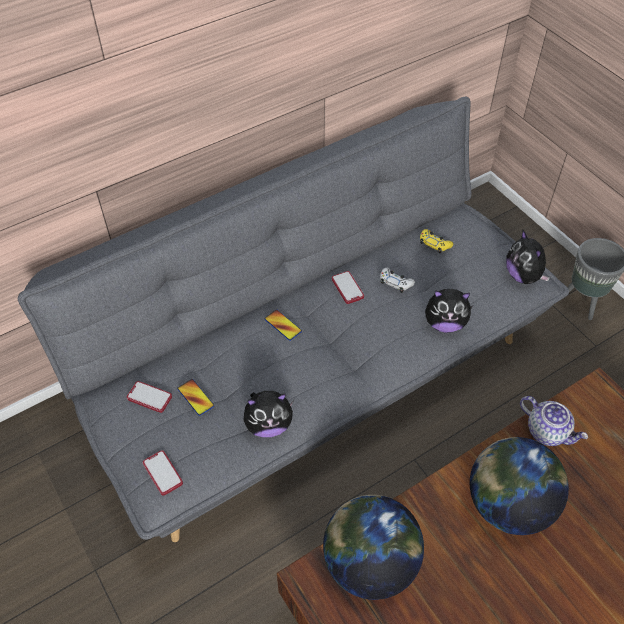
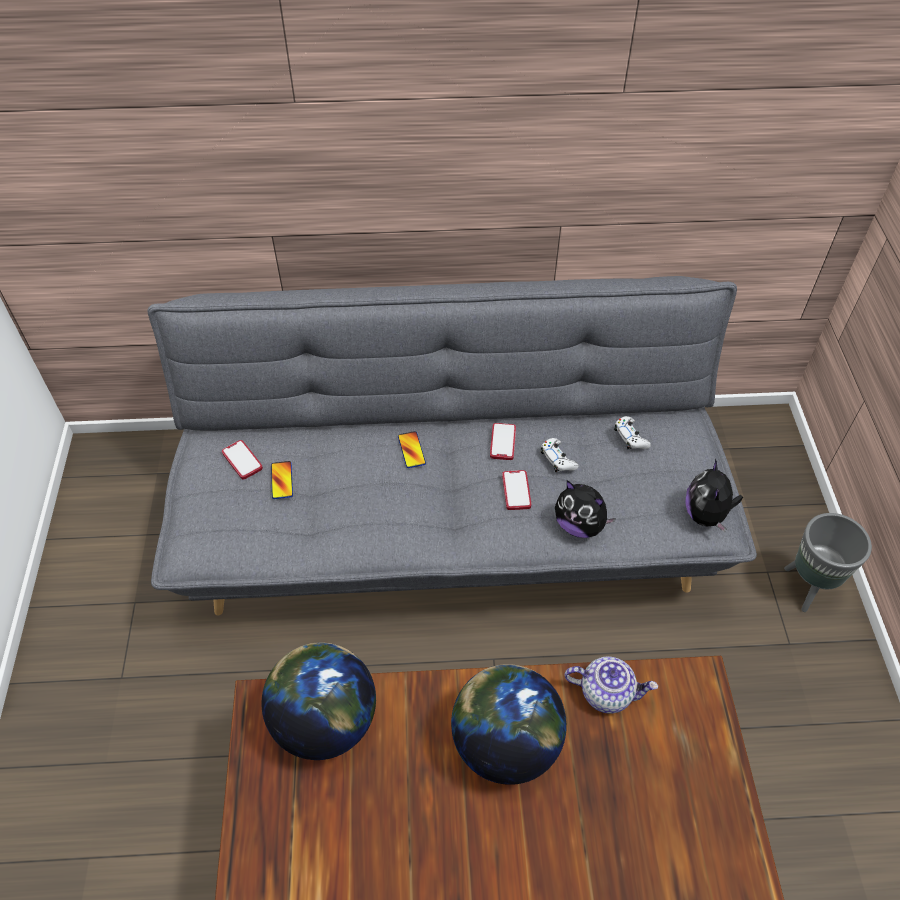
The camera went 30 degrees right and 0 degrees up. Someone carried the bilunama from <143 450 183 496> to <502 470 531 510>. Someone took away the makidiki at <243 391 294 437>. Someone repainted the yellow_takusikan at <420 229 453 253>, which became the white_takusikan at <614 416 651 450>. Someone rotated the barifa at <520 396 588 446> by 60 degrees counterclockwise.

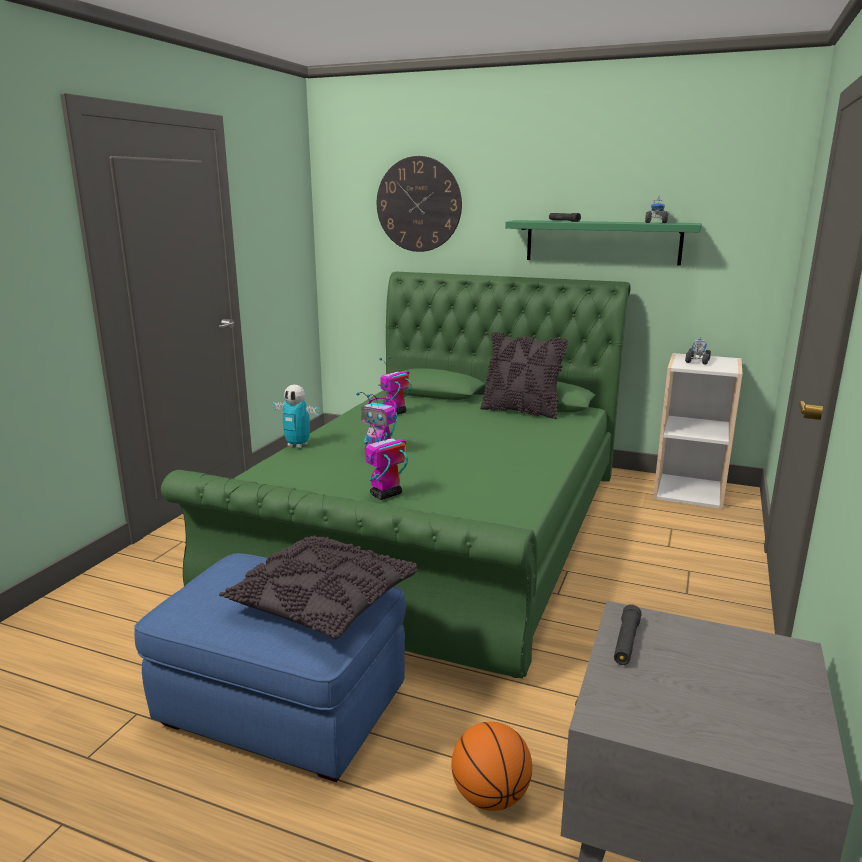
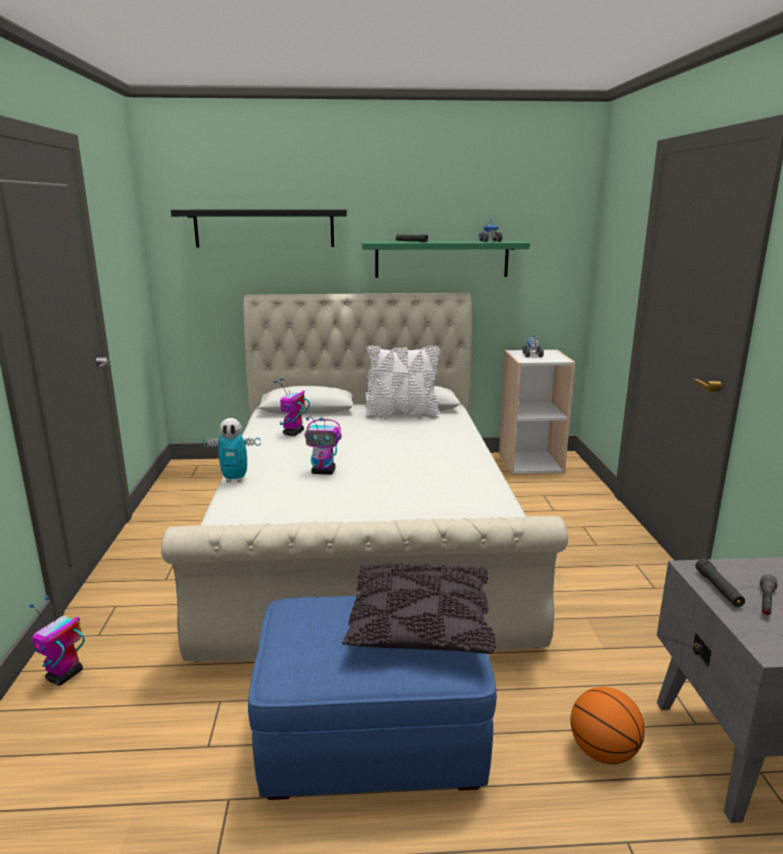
The camera went 25 degrees left and 0 degrees up. Someone repainted the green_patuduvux at <161 272 631 678>, which became the beige_patuduvux at <161 293 568 662>. Someone carried the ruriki from <365 417 408 500> to <29 596 85 686>. Someone swapped the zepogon at <377 156 462 252> for the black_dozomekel at <171 210 347 247>. Someone repainted the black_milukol at <480 332 568 419>, which became the white_milukol at <366 345 439 418>. Someone put down the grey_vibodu at <760 574 777 615>.

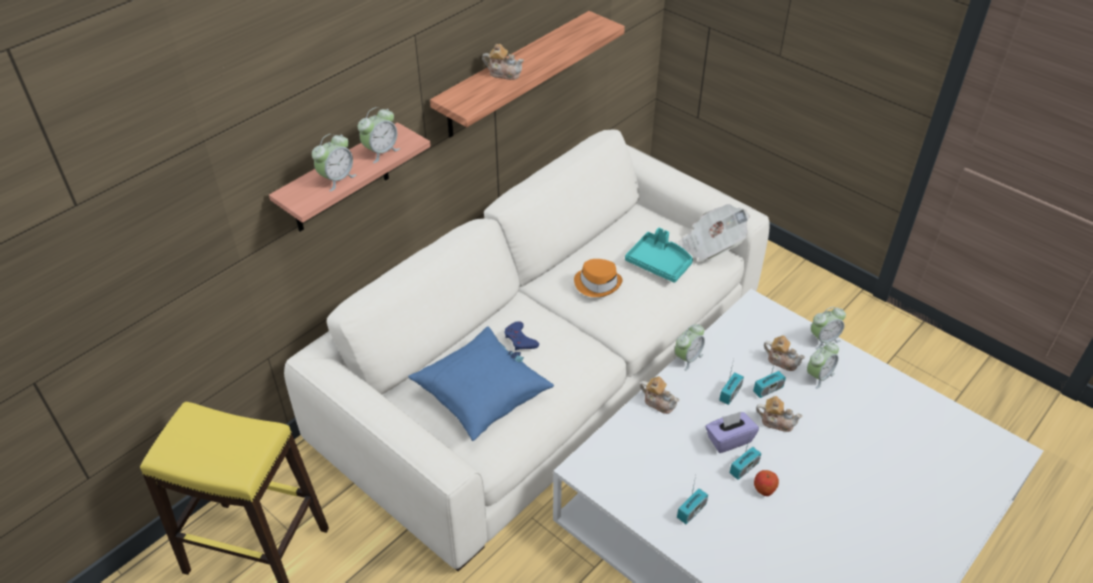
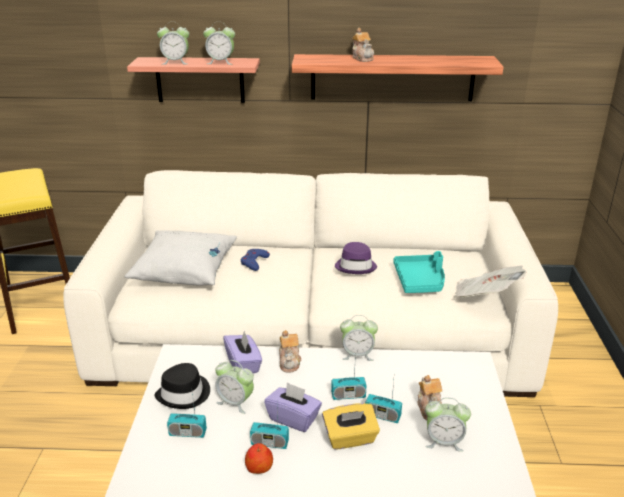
The camera went 50 degrees right and 15 degrees down. Someone repainted the blue_milukol at <408 326 554 441>, which became the grey_milukol at <125 230 237 286>. Someone repainted the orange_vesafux at <574 259 622 297>, which became the purple_vesafux at <335 242 377 274>. Someone swapped the barifa at <756 396 803 432> for the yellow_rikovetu at <322 403 380 450>. Someone carried the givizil from <811 307 846 349> to <215 360 254 414>. Someone put down the black_vesafux at <155 363 210 409>. Someone put down the purple_rikovetu at <223 330 262 373>.

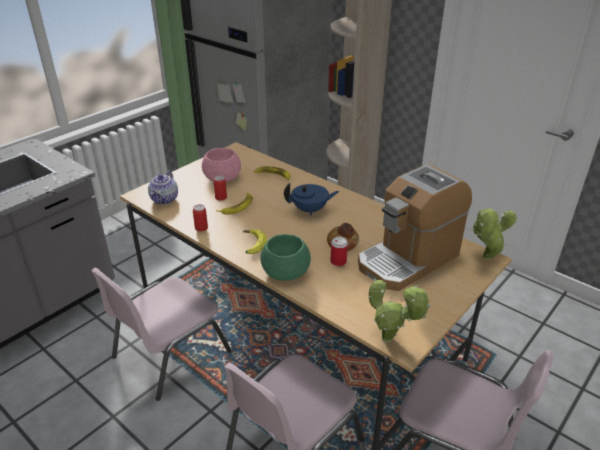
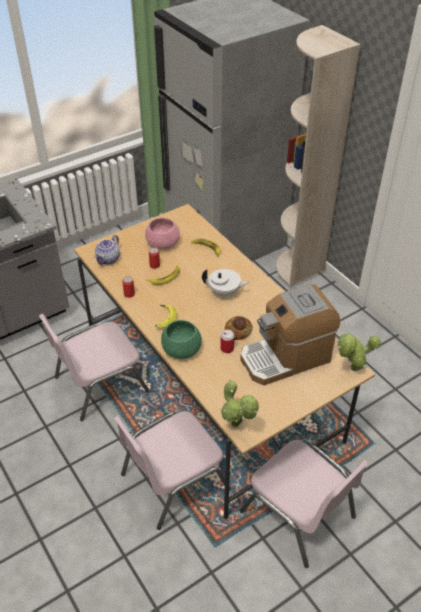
The camera went 15 degrees right and 10 degrees up. Someone repainted the blue_barifa at <284 183 339 216>, which became the white_barifa at <202 269 250 298>.

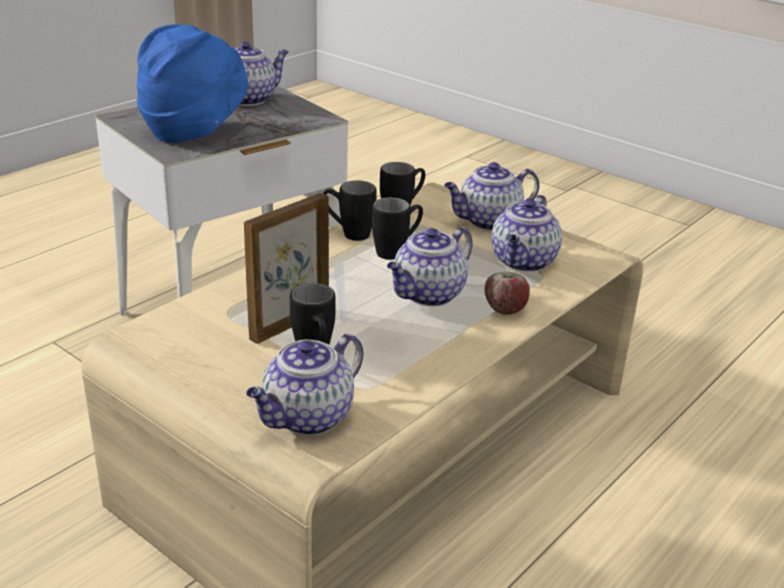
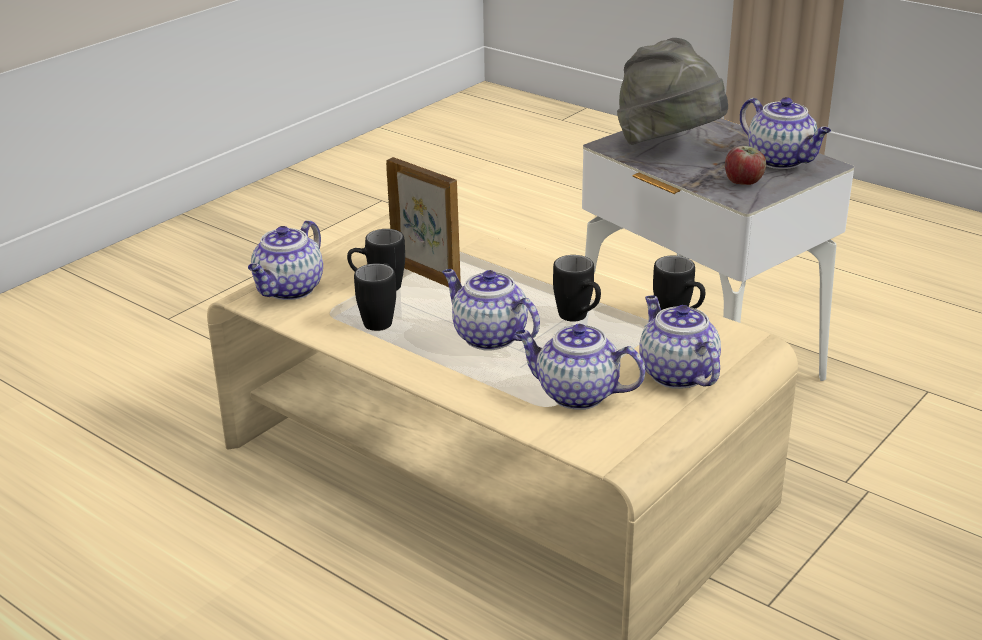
The camera went 90 degrees right and 0 degrees up. Someone repainted the blue_vesafux at <137 24 248 143>, which became the grey_vesafux at <617 38 728 145>. Someone rotated the barifa at <246 333 363 435> by 105 degrees counterclockwise. Someone carried the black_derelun from <323 180 377 241> to <354 263 396 331>. Someone carried the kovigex from <485 272 530 315> to <725 146 766 185>.

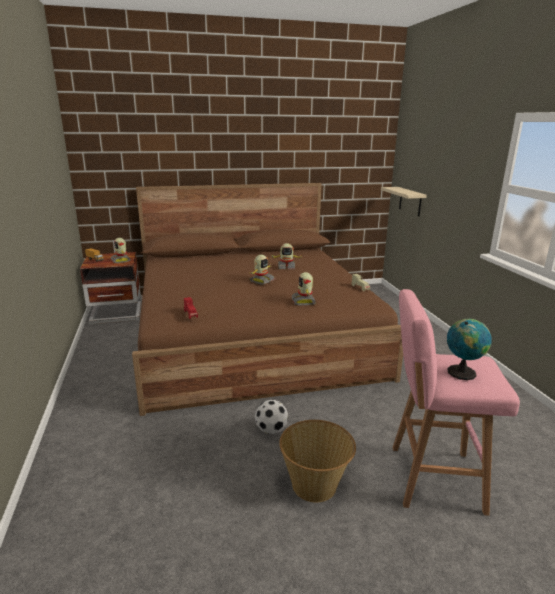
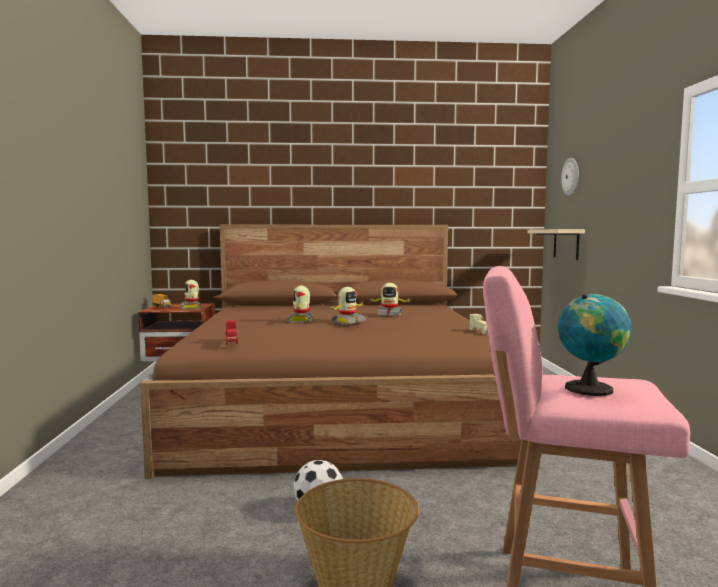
The camera went 10 degrees right and 15 degrees down. Someone carried the ruriki from <291 272 316 305> to <286 286 314 323>. Someone put up the zepogon at <561 158 579 196>.

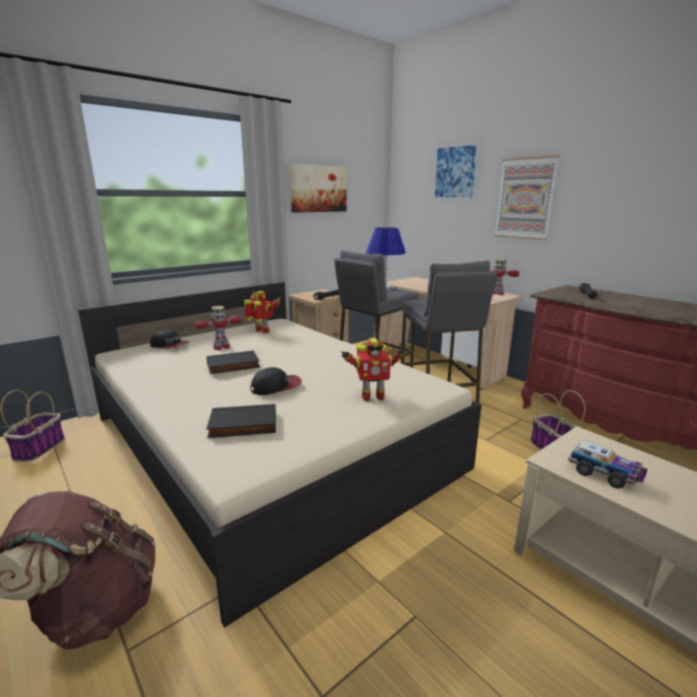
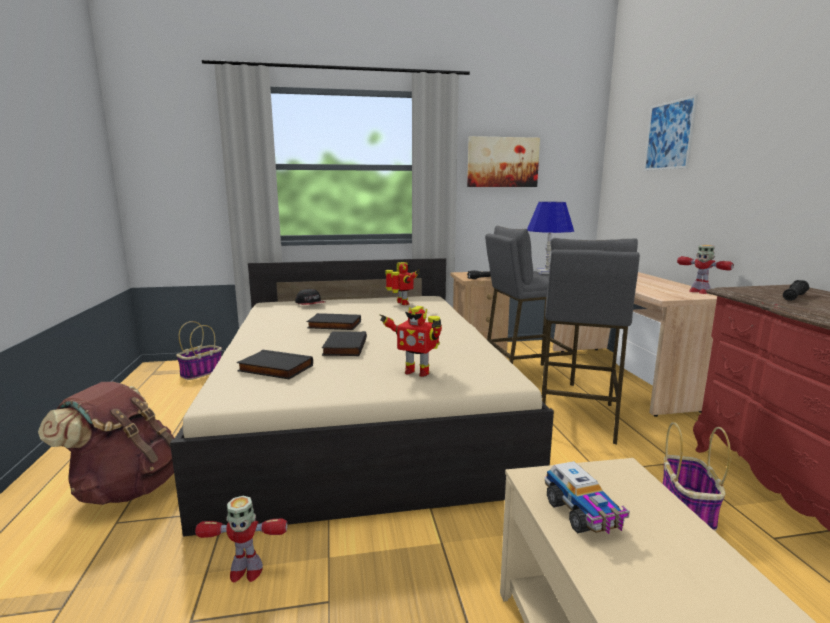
The camera went 30 degrees right and 5 degrees down. Someone carried the ruriki from <194 306 242 350> to <195 496 288 582>. Someone swapped the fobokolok at <250 367 302 395> for the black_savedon at <322 331 367 356>. Someone took away the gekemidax at <494 155 560 240>.

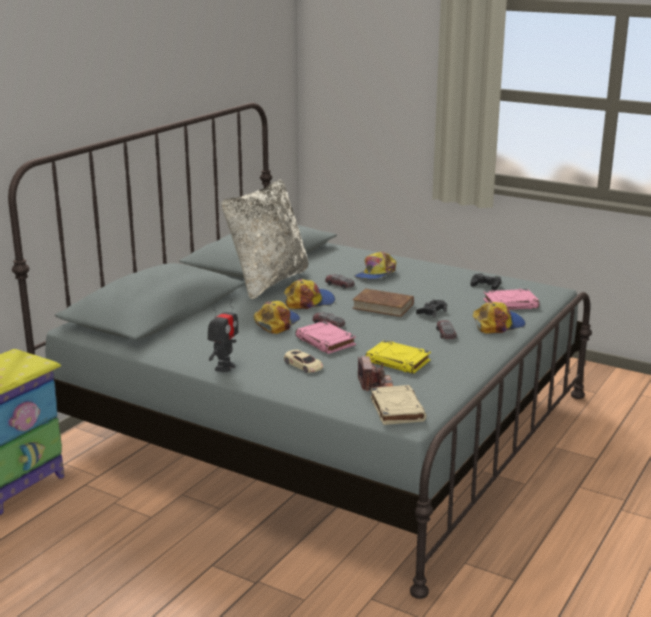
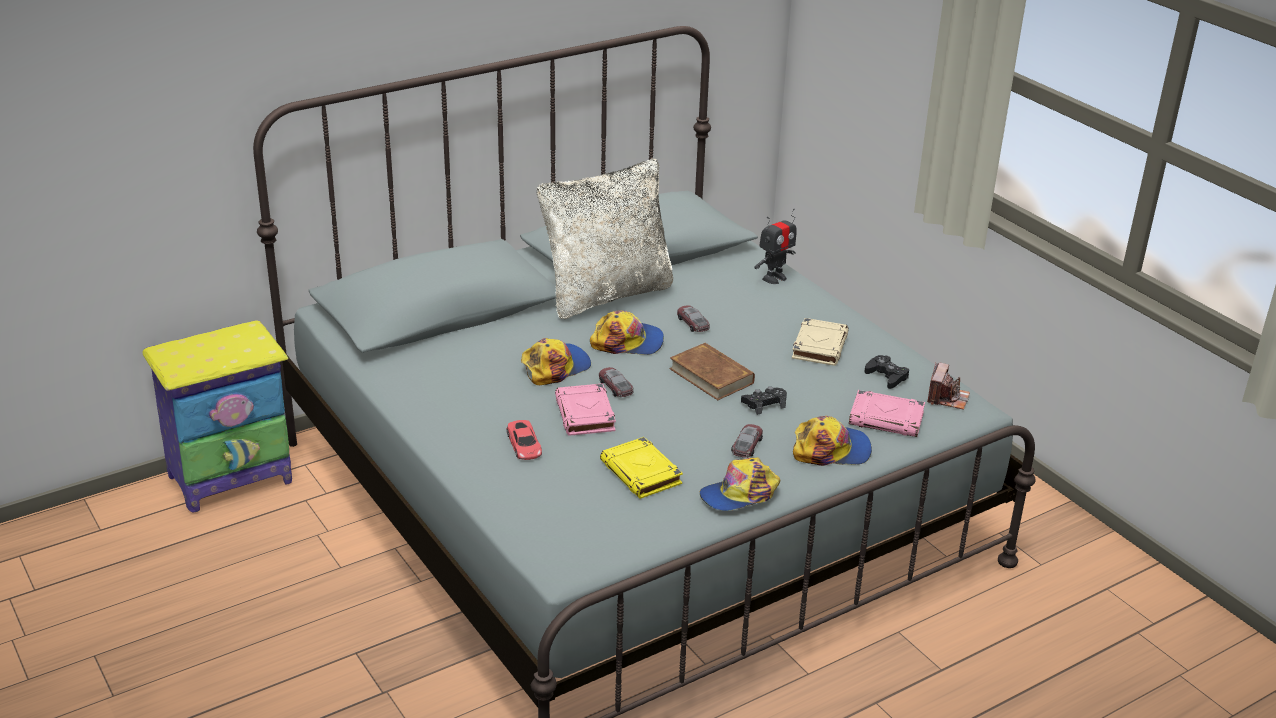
The camera went 25 degrees right and 10 degrees up. Someone carried the ruriki from <208 299 238 372> to <755 209 797 284>. Someone repainted the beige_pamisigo at <284 350 323 373>, which became the red_pamisigo at <507 420 542 460>. Someone carried the fobokolok from <354 252 396 279> to <700 458 780 511>. Someone carried the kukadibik from <358 356 393 391> to <927 362 970 410>. Someone carried the beige_savedon from <371 385 426 425> to <792 318 849 366>.

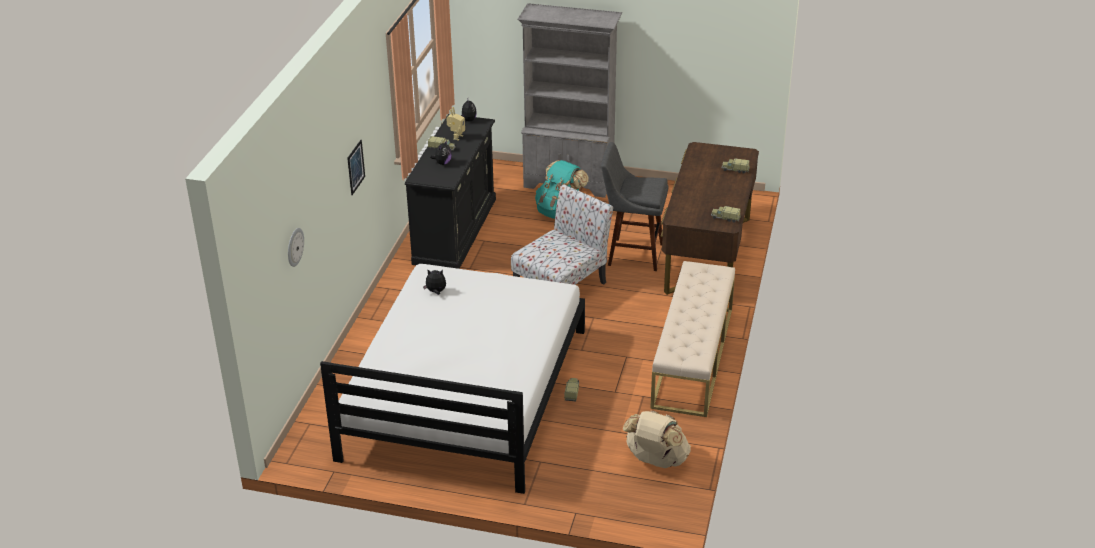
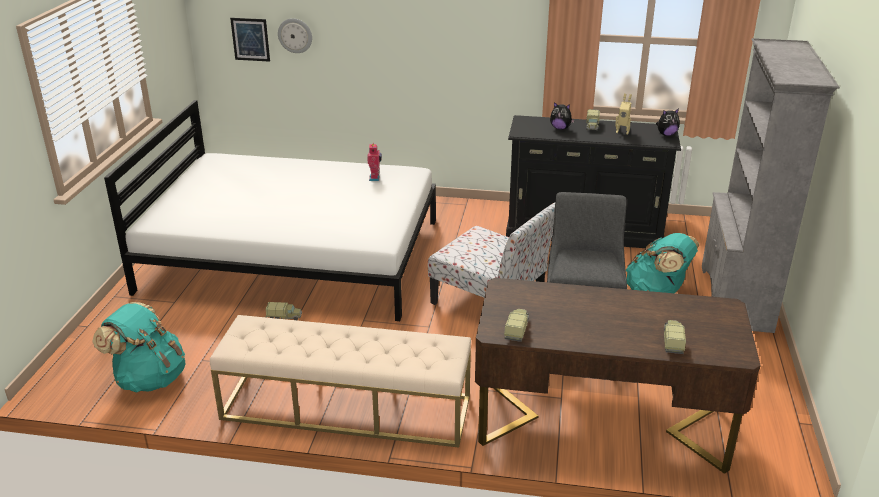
The camera went 85 degrees right and 5 degrees down. Someone carried the gekemidax from <347 140 365 195> to <230 18 270 62>. Someone swapped the makidiki at <423 269 446 295> for the ruriki at <367 144 382 181>. Someone repainted the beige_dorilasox at <623 410 691 468>, which became the turquoise_dorilasox at <92 302 185 393>.

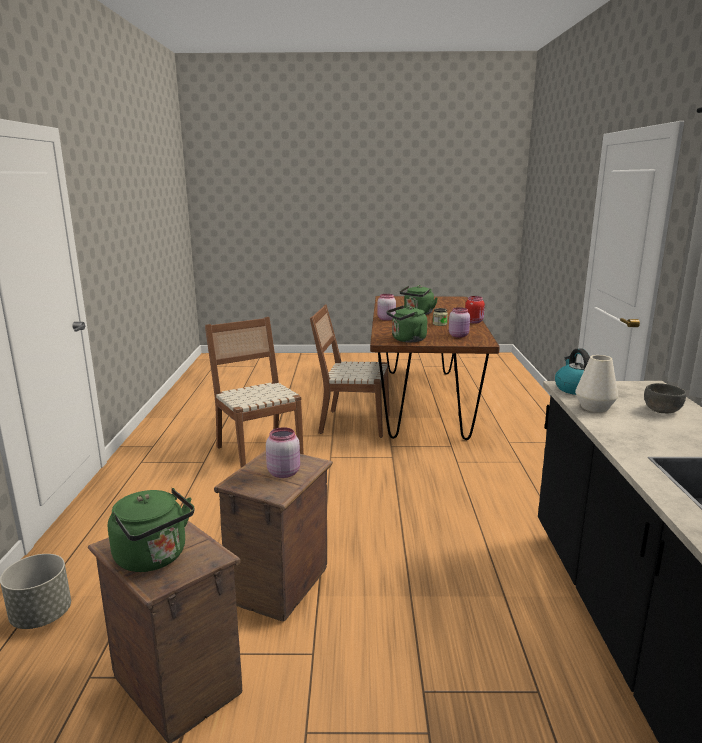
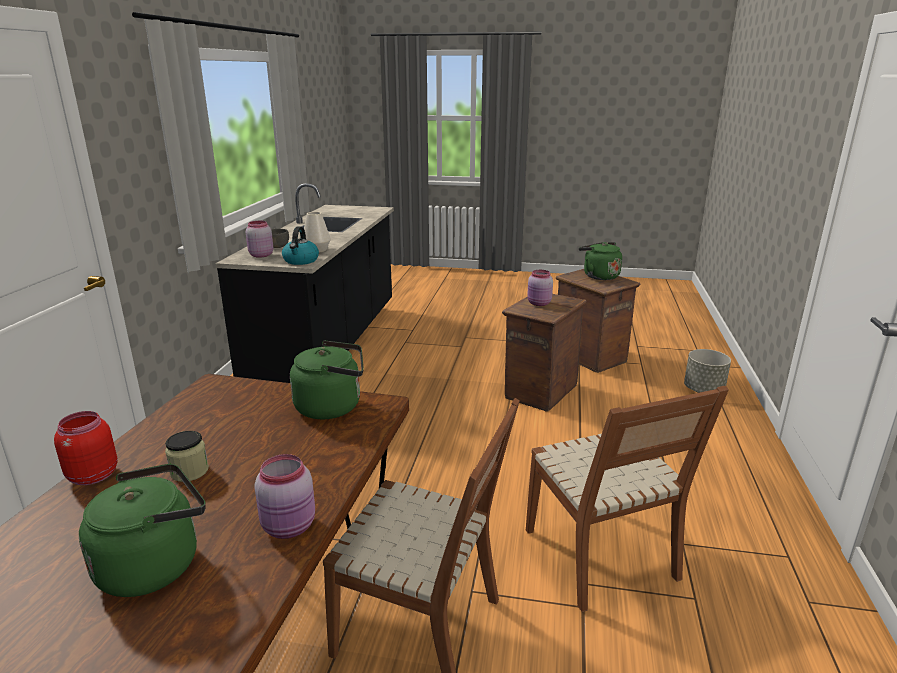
The camera went 170 degrees left and 5 degrees up. Someone carried the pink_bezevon from <449 307 470 338> to <246 221 273 258>.

